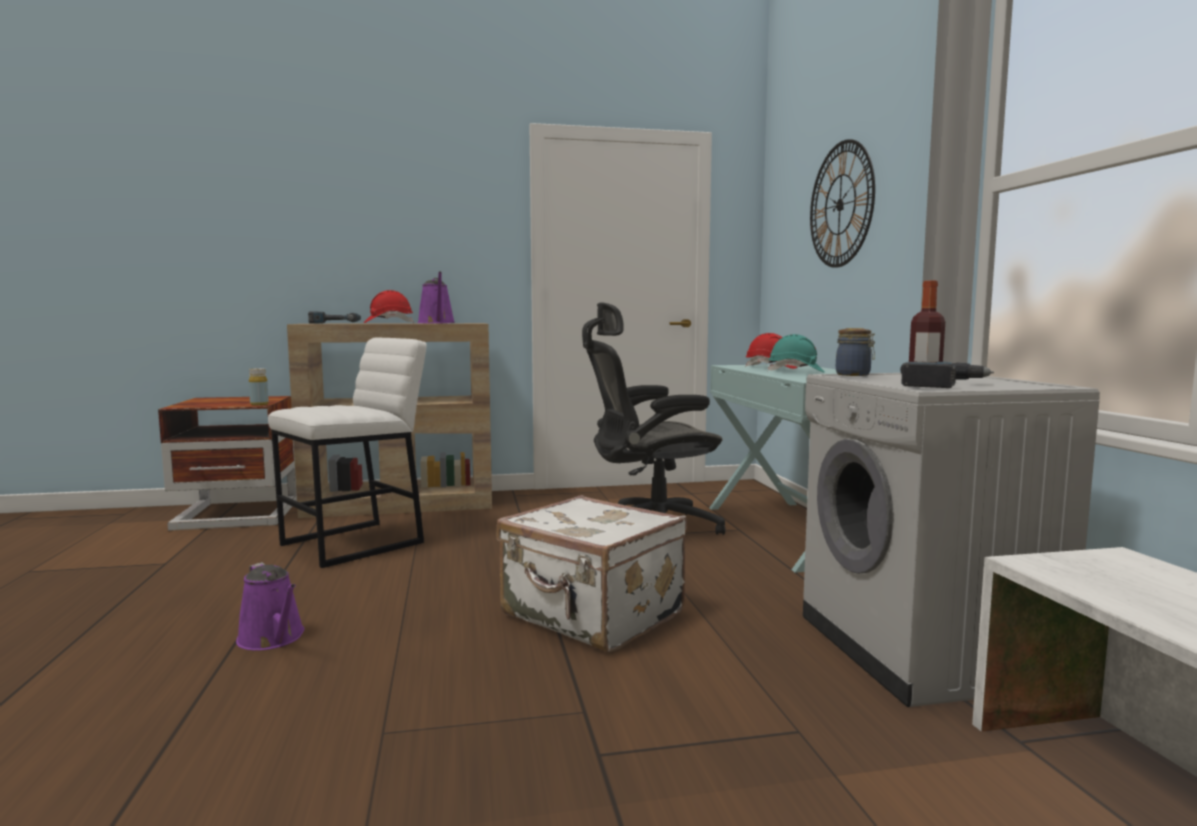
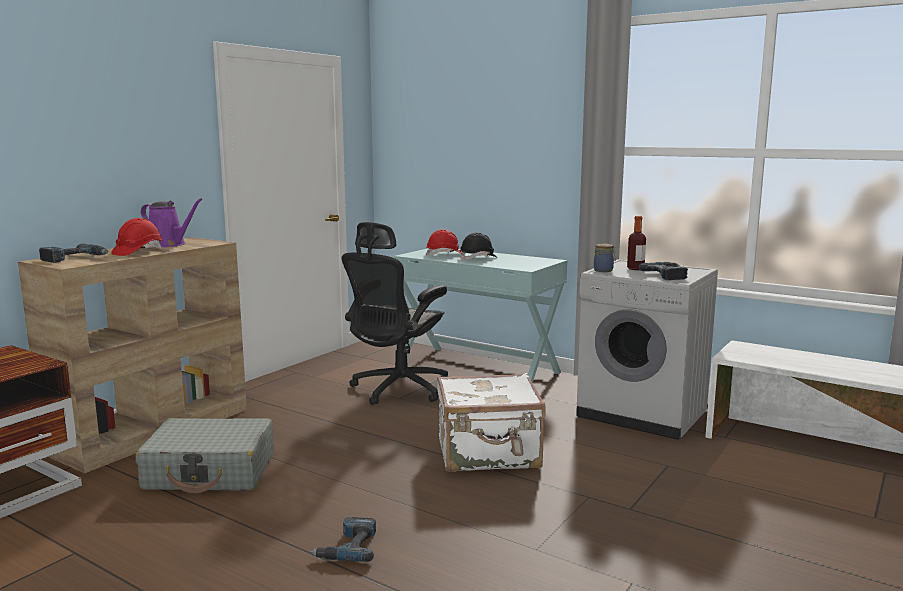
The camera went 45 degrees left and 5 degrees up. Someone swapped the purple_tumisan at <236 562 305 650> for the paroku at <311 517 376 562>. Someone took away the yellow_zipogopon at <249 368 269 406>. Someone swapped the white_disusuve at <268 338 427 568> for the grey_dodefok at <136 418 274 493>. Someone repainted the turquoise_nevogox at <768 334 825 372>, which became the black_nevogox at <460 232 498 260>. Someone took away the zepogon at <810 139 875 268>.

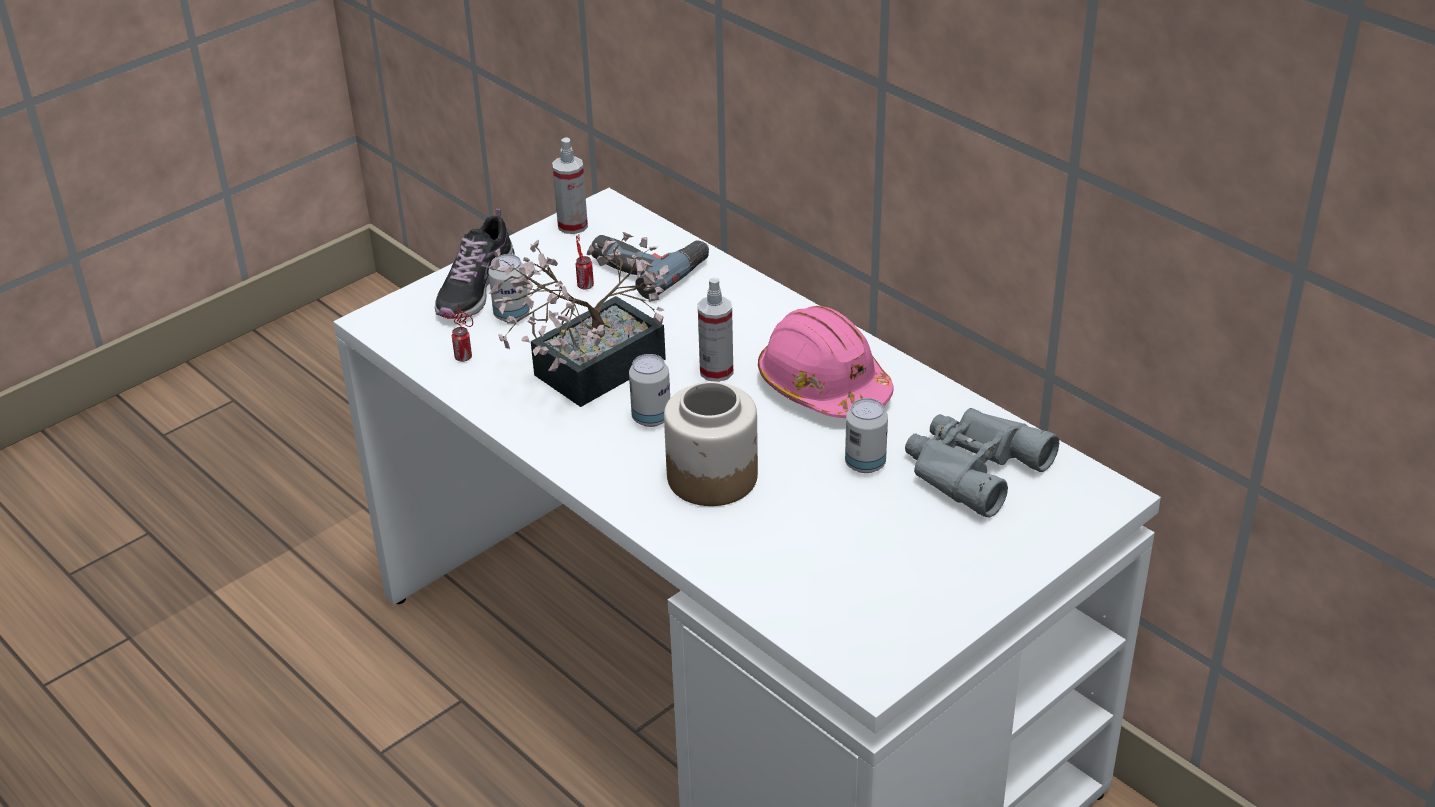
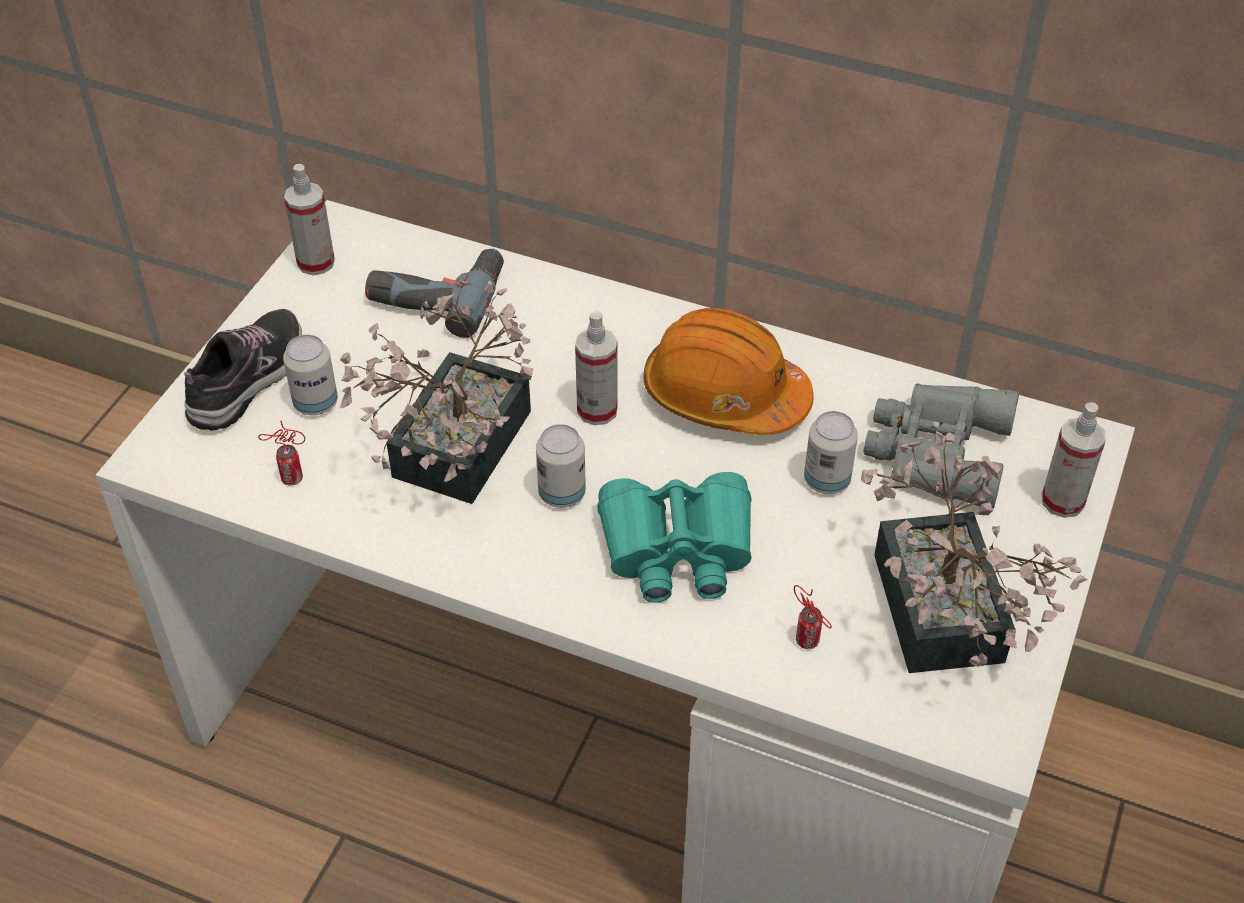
The camera went 25 degrees left and 10 degrees up. Someone rotated the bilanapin at <435 209 515 319> by 150 degrees counterclockwise. Someone carried the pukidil from <576 234 594 290> to <794 585 832 649>. Someone swapped the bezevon at <664 381 758 506> for the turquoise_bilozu at <597 472 752 602>. Someone repainted the pink_nevogox at <758 306 893 418>, which became the orange_nevogox at <644 308 814 435>. Someone put down the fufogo at <861 431 1087 673>. Someone put down the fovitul at <1042 402 1106 518>.

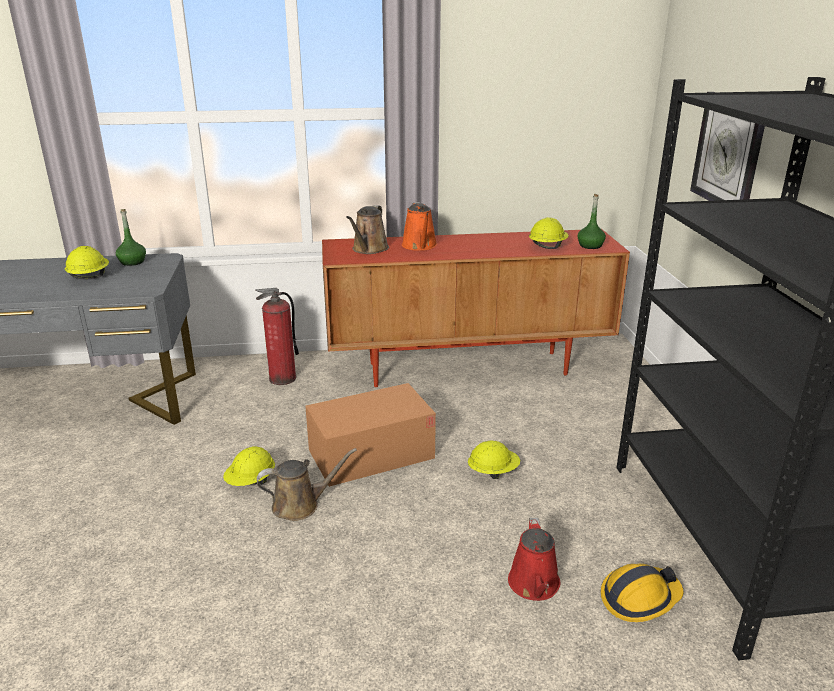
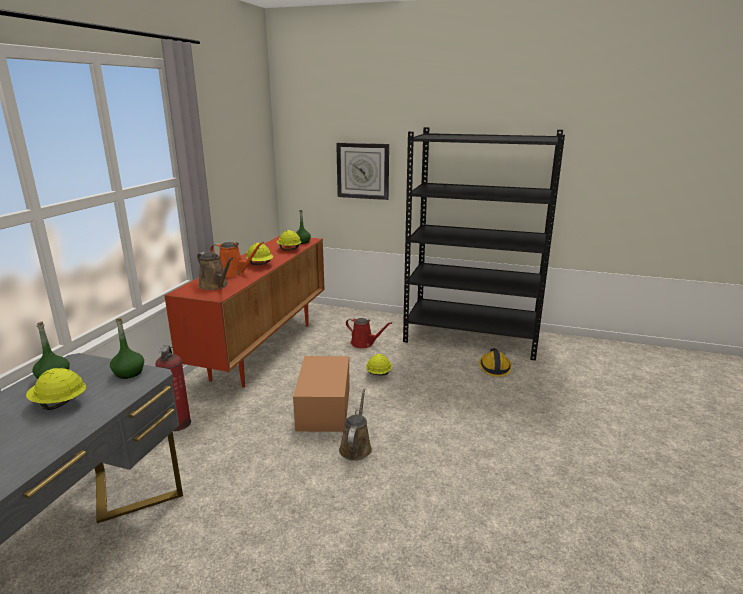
The camera went 65 degrees left and 5 degrees down. Someone carried the yellow_nevogox from <223 446 275 486> to <246 243 273 265>. Someone carried the red_tumisan from <508 518 561 601> to <346 318 392 348>. Someone put down the green_zipogopon at <110 318 144 379>.

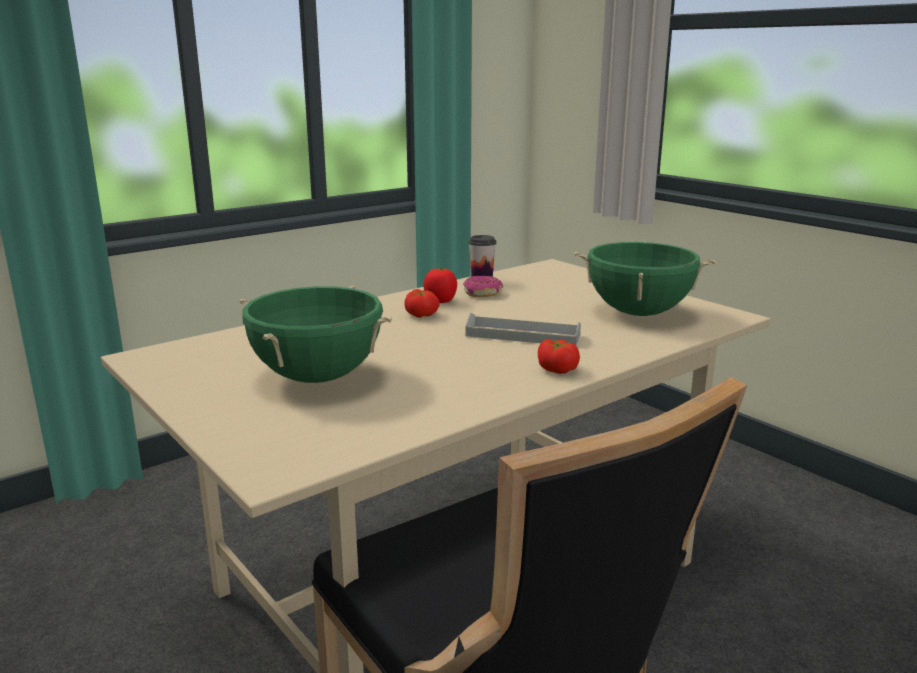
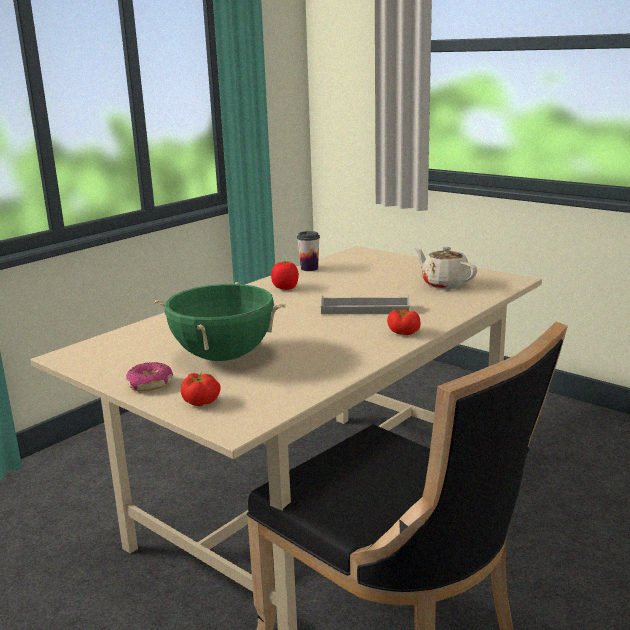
The camera went 10 degrees left and 0 degrees up. Someone carried the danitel from <404 289 440 318> to <181 373 221 406>. Someone carried the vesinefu from <463 276 503 297> to <126 362 173 392>. Someone swapped the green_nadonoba at <575 242 715 316> for the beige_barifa at <414 247 477 289>.

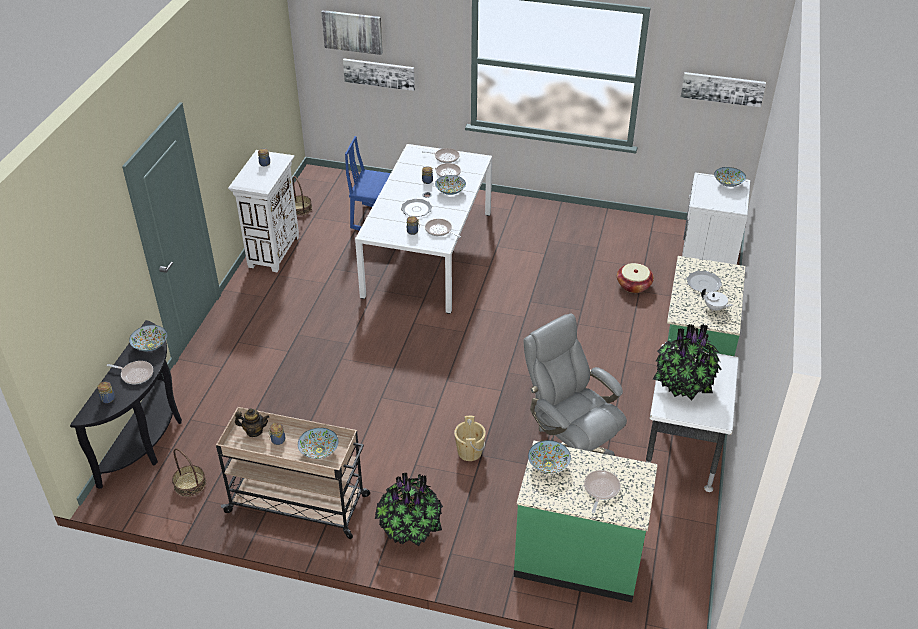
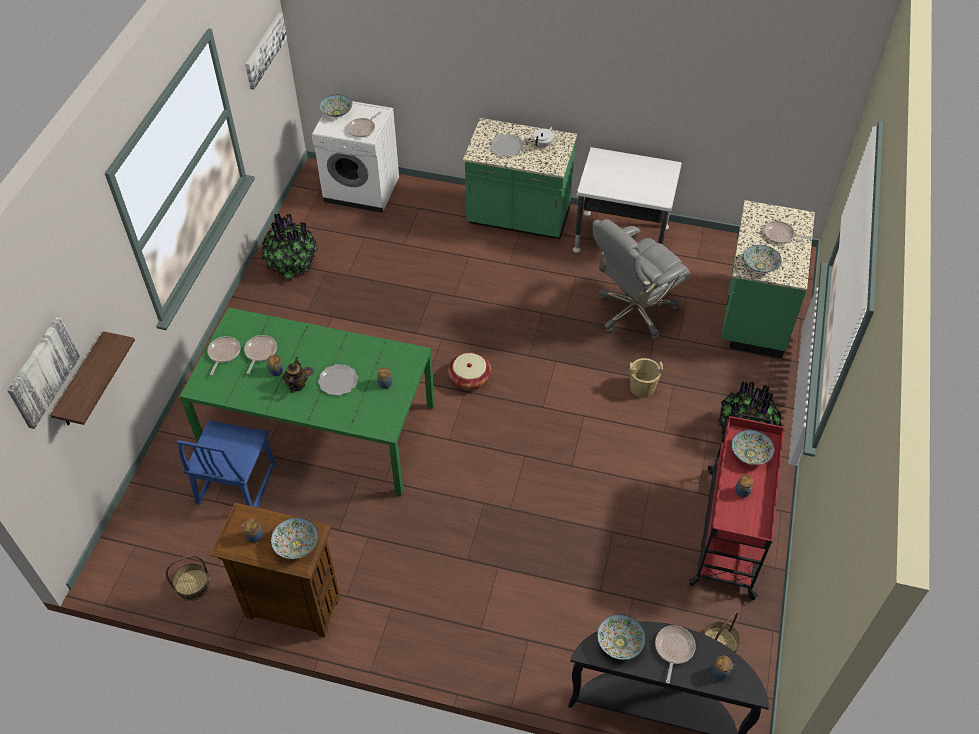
The camera went 90 degrees left and 10 degrees up. Someone repainted the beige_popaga at <216 407 370 539>, which became the red_popaga at <689 414 784 600>. Someone repainted the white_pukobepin at <228 150 299 272>, which became the brown_pukobepin at <210 503 340 637>. Someone carried the barifa from <235 408 269 437> to <283 357 308 393>. Someone swapped the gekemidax at <343 59 415 91> for the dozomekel at <50 331 135 426>. Someone repainted the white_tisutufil at <355 144 492 314>, which became the green_tisutufil at <180 307 435 496>. Someone carried the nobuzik from <425 219 461 238> to <347 112 381 137>. Someone carried the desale from <435 175 466 195> to <271 517 318 559>. Someone carried the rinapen from <617 263 654 293> to <448 353 491 390>. Someone carried the fufogo from <653 324 721 400> to <262 213 318 281>.

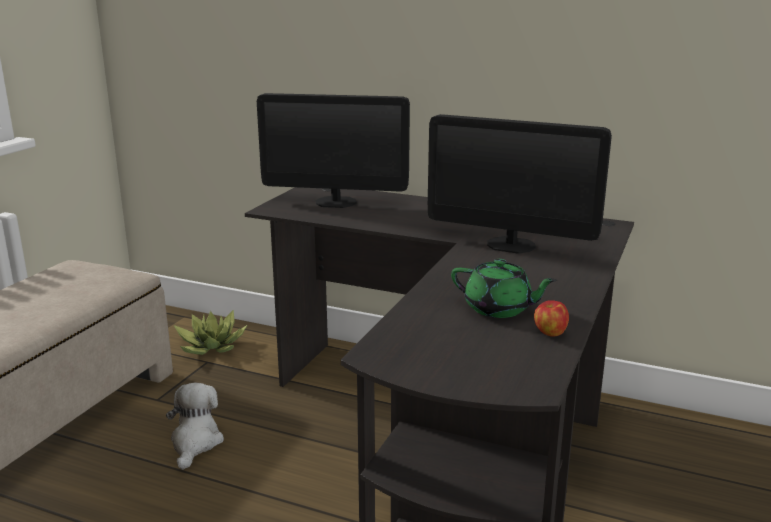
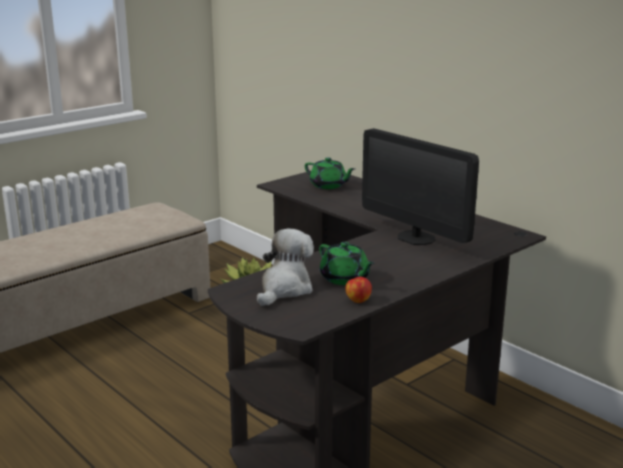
The camera went 25 degrees right and 0 degrees up. Someone carried the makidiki from <166 382 224 470> to <257 229 314 306>. Someone swapped the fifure at <257 93 410 208> for the green_barifa at <305 157 355 189>.

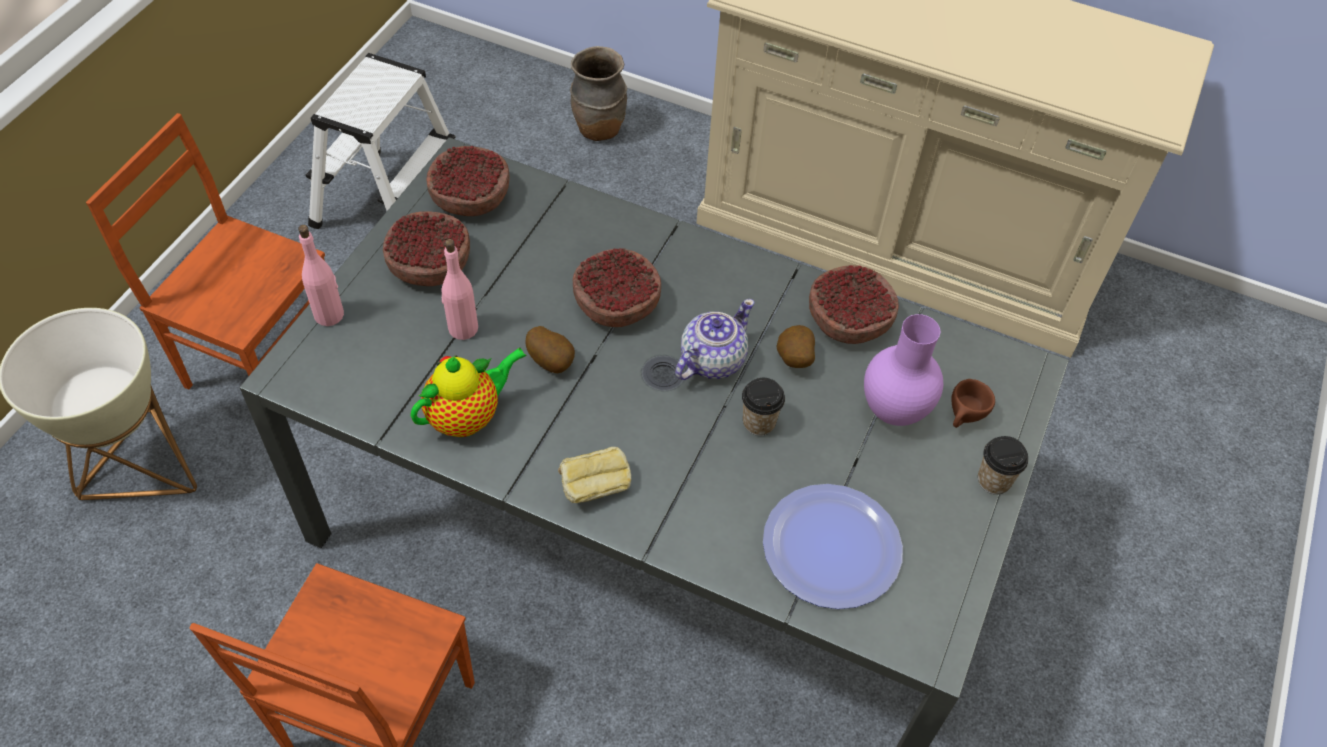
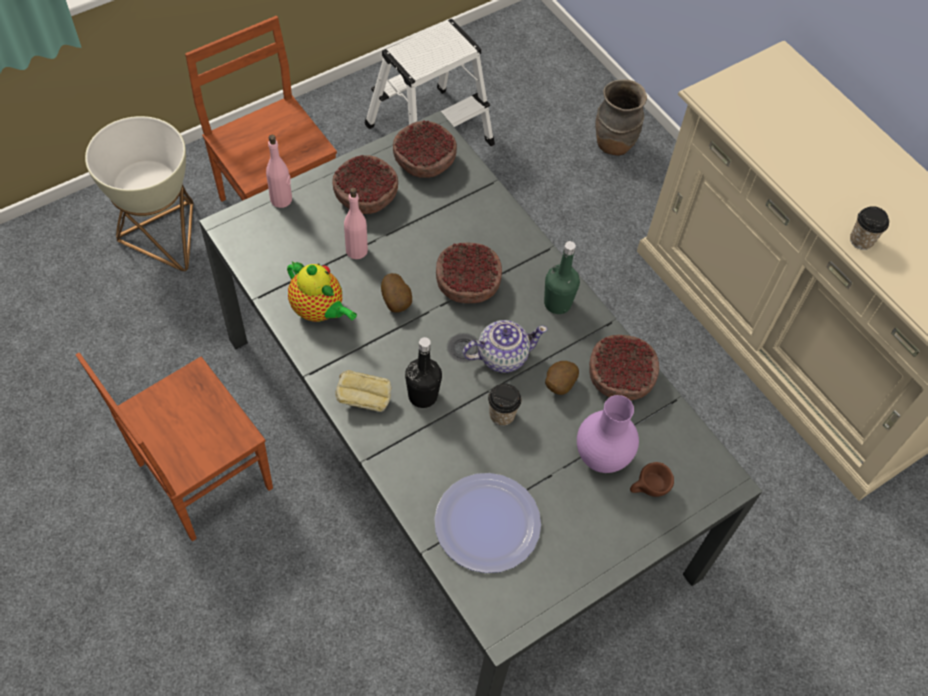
The camera went 30 degrees right and 5 degrees up. Someone rotated the barifa at <410 347 526 437> by 45 degrees clockwise. Someone carried the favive from <978 436 1028 495> to <850 206 889 250>. Someone put down the black_zipogopon at <405 337 442 408>. Someone put down the green_zipogopon at <544 241 580 314>.

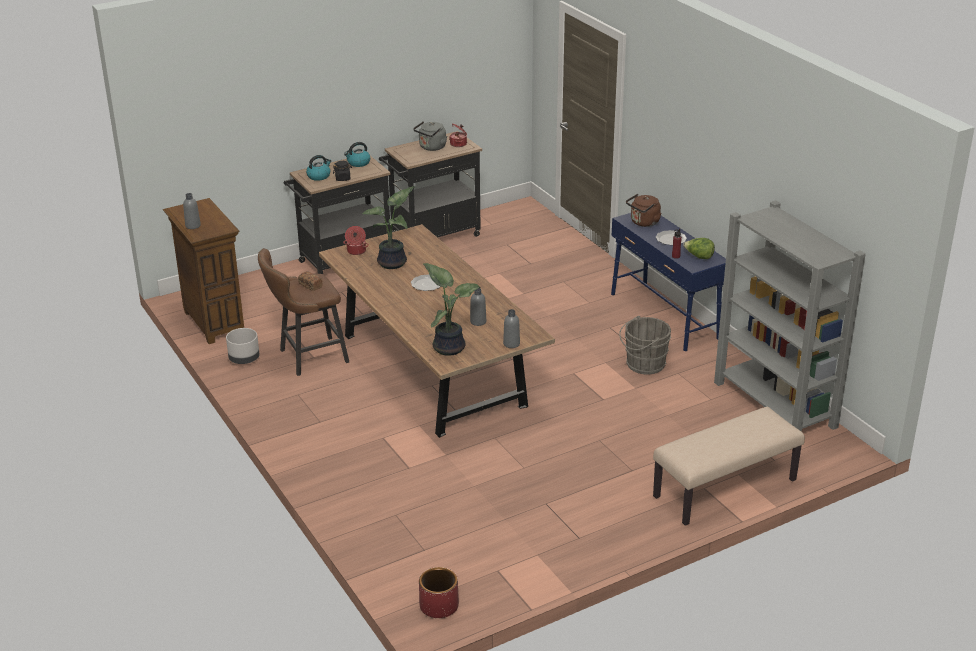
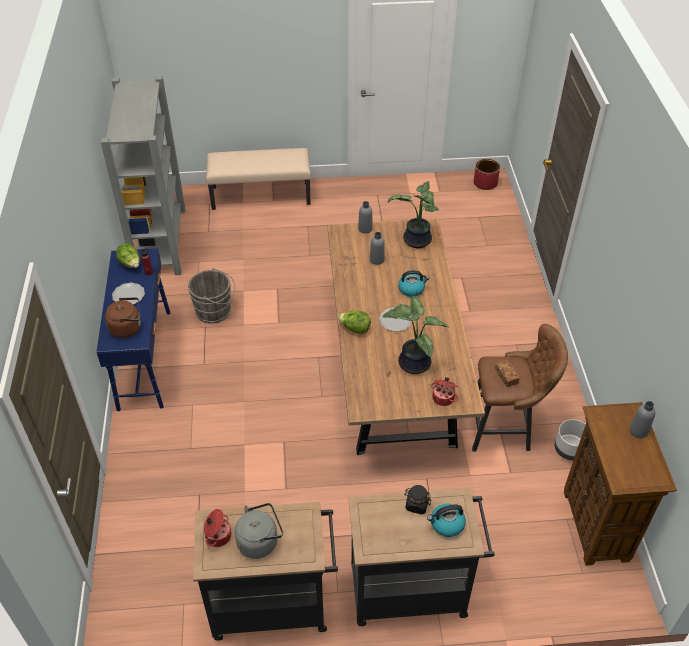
The camera went 155 degrees left and 15 degrees up. Someone carried the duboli from <344 142 370 167> to <398 270 429 297>. Someone put down the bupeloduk at <338 311 371 334>.

